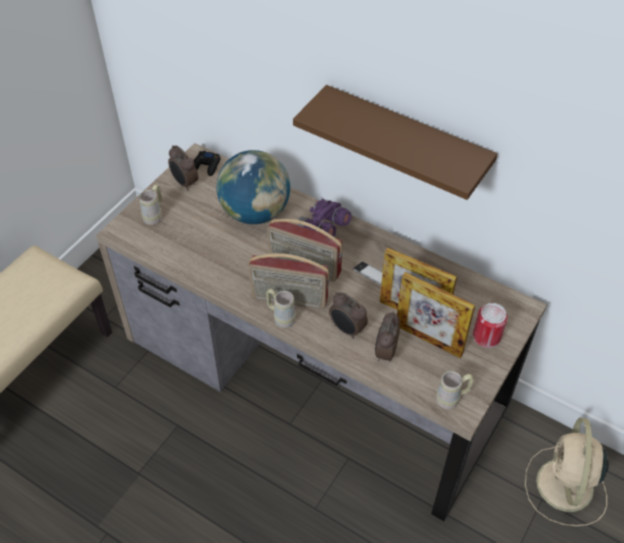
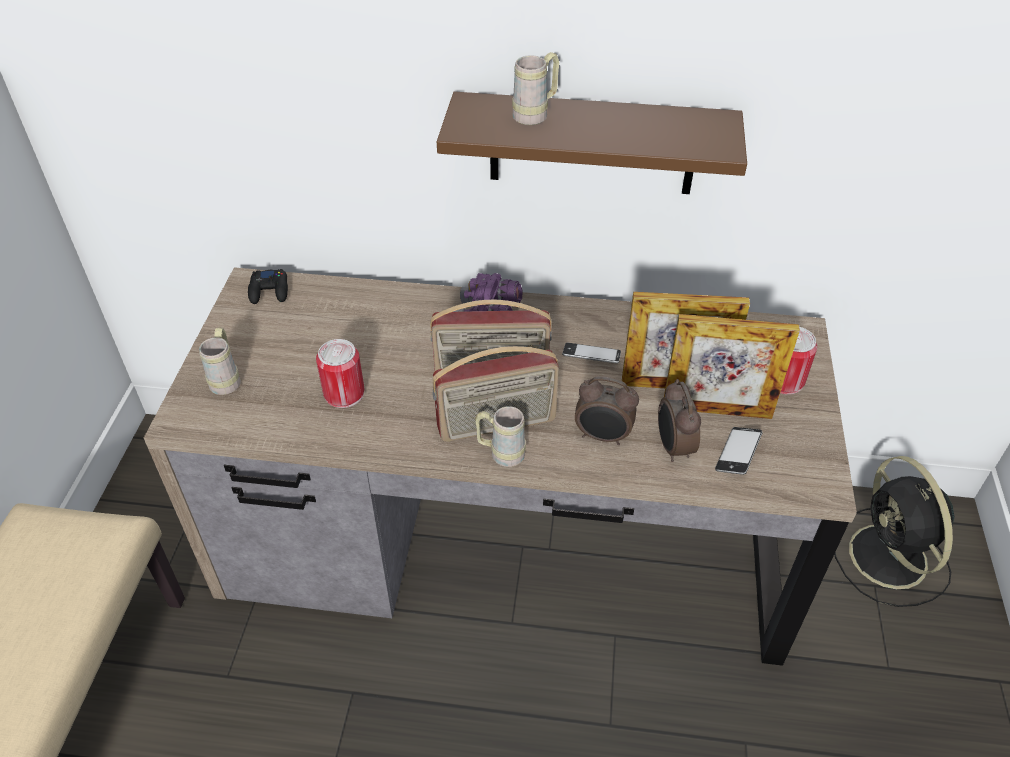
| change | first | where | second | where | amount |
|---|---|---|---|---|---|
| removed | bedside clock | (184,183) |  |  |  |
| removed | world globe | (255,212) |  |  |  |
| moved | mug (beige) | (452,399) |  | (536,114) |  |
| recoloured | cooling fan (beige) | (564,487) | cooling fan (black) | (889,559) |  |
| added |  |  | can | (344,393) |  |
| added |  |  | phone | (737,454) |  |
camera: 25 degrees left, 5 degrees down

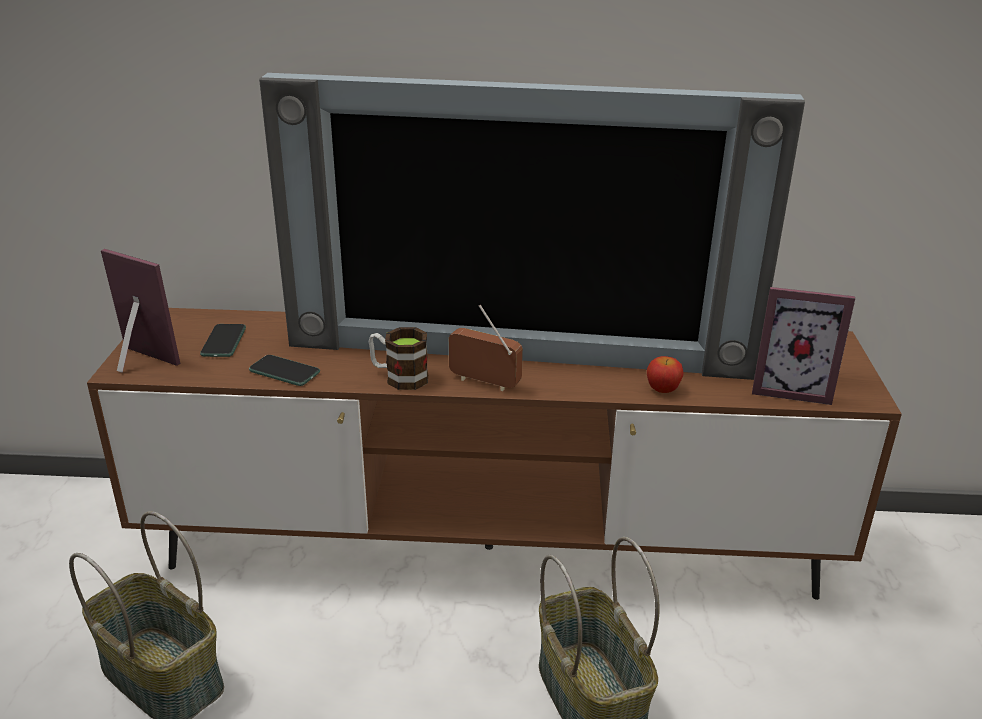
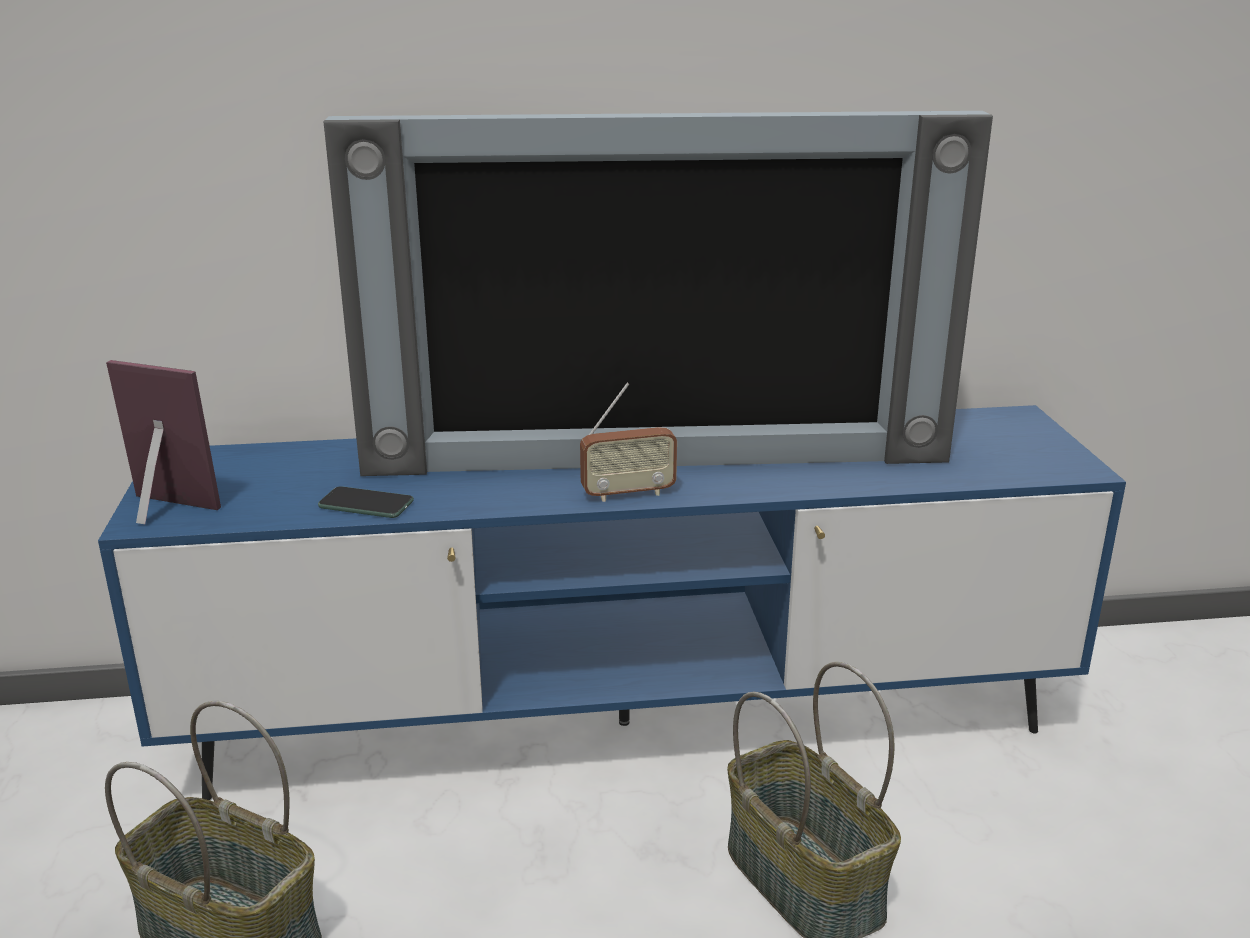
| change | first | where | second | where | amount |
|---|---|---|---|---|---|
| removed | standing frame | (790,388) |  |  |  |
| turned | radio receiver | (484,382) |  | (628,493) | 150 degrees clockwise |
| recoloured | media console (brown-coloured) | (488,547) | media console (blue) | (624,723) |  |
| removed | phone | (223,341) |  |  |  |
| removed | mug | (399,377) |  |  |  |
| removed | apple fruit | (663,389) |  |  |  |
camera: 10 degrees left, 5 degrees down

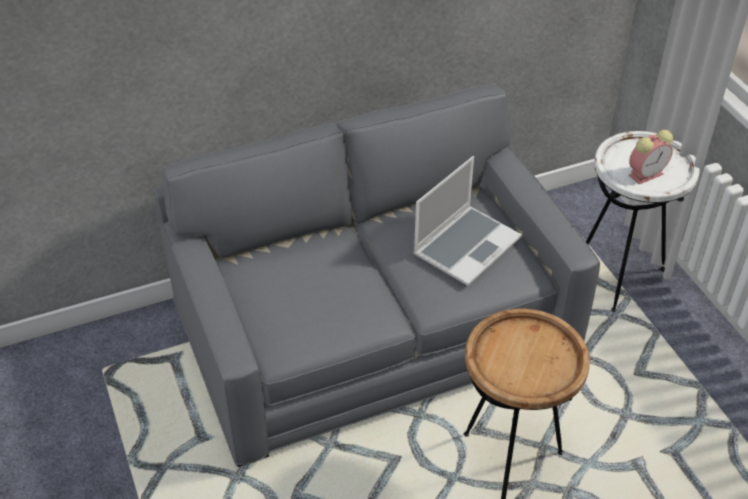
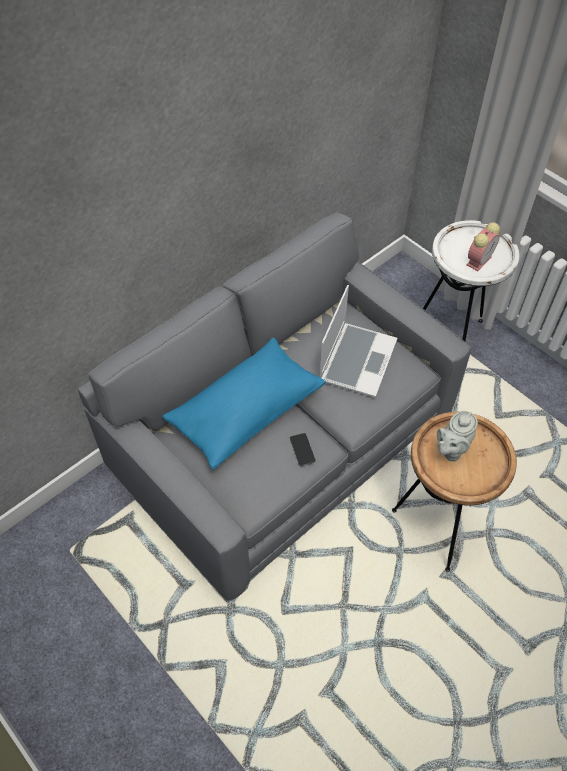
| change | first | where | second | where | amount |
|---|---|---|---|---|---|
| added |  |  | cushion (blue) | (246,412) |  |
| added |  |  | pot for tea (gray) | (451,449) |  |
| added |  |  | phone | (302,449) |  |
camera: 20 degrees left, 10 degrees up

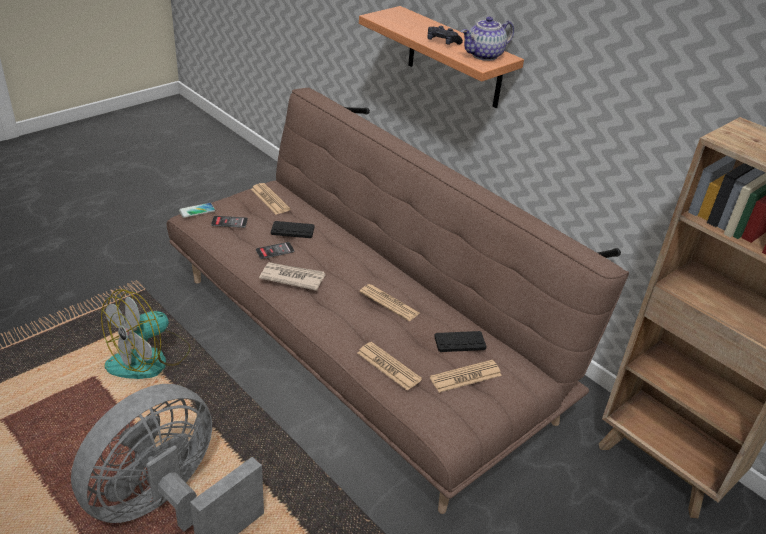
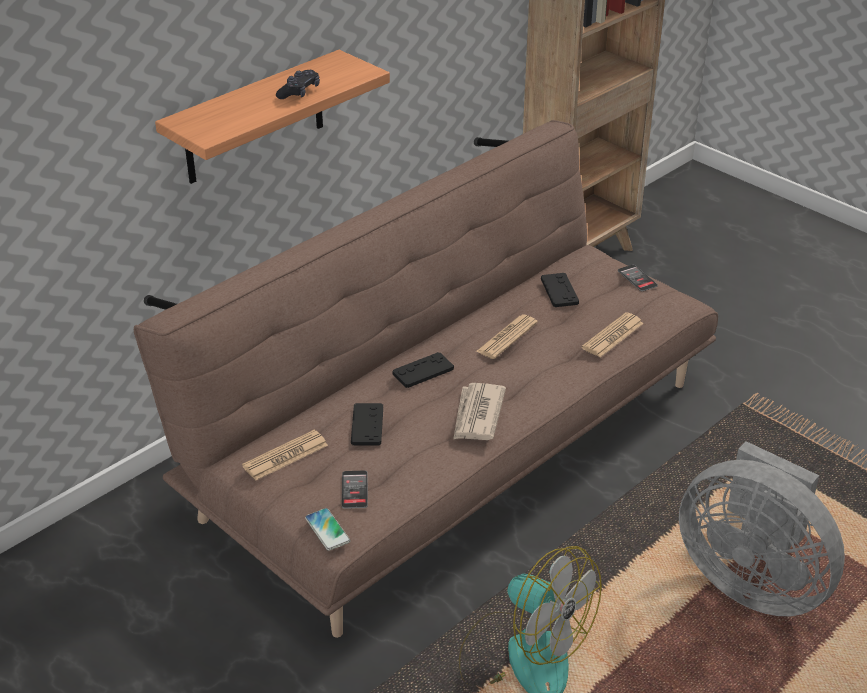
| change | first | where | second | where | amount |
|---|---|---|---|---|---|
| removed | pot for tea | (484,56) |  |  |  |
| moved | phone | (275,251) |  | (637,278) |  |
| removed | daily paper | (465,377) |  |  |  |
| added |  |  | joypad (black) | (423,371) |  |
camera: 90 degrees left, 0 degrees up

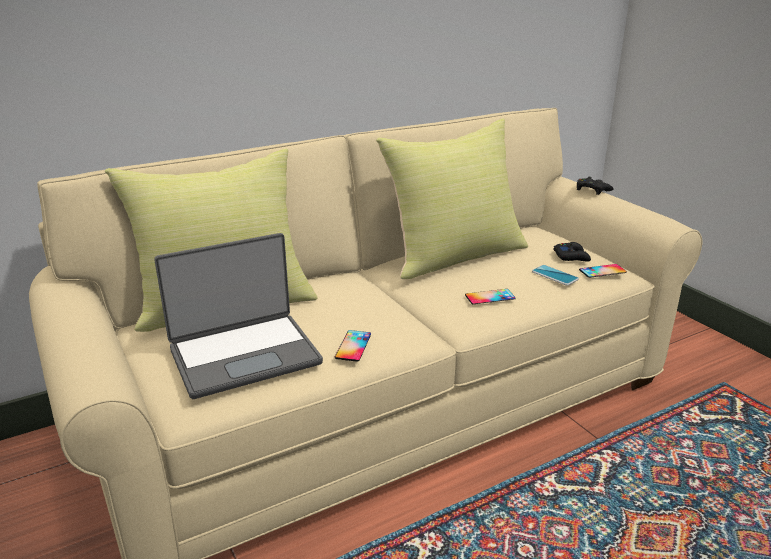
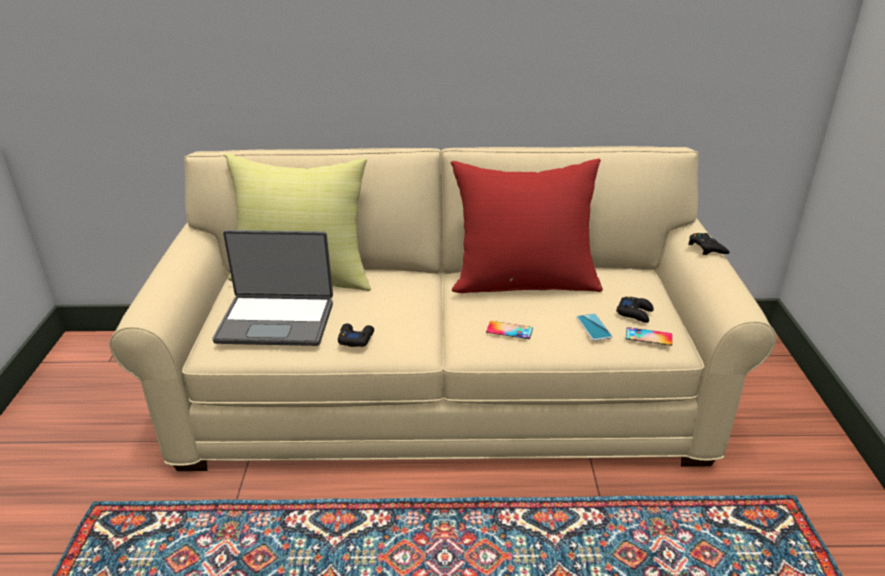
| change | first | where | second | where | amount |
|---|---|---|---|---|---|
| recoloured | cushion (yellowish) | (454,256) | cushion (red-coloured) | (524,282) |  |
| replaced | phone | (353,346) | joypad (black) | (355,338) |  |
camera: 30 degrees right, 5 degrees up

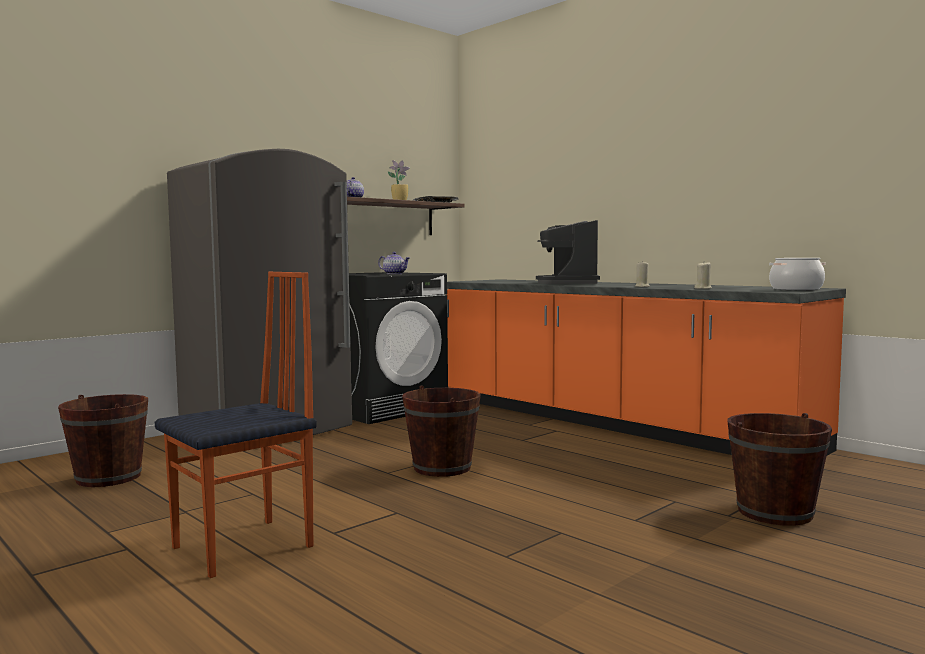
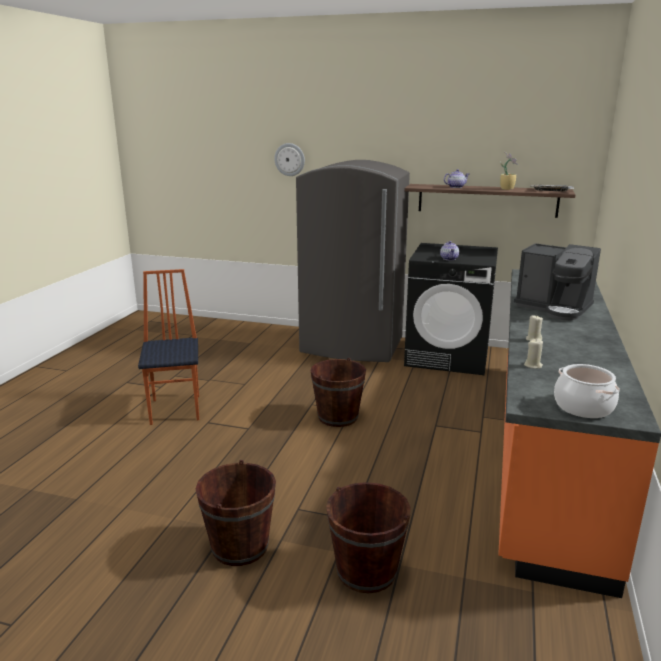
| change | first | where | second | where | amount |
|---|---|---|---|---|---|
| turned | coffee brewer | (571,283) |  | (554,308) | 120 degrees counterclockwise |
| turned | plain chair | (245,547) |  | (176,409) | 120 degrees counterclockwise |
| moved | water bucket (brown-coloured) | (108,477) |  | (240,546) |  |
| added |  |  | wall clock | (289,159) |  |
camera: 60 degrees right, 15 degrees up

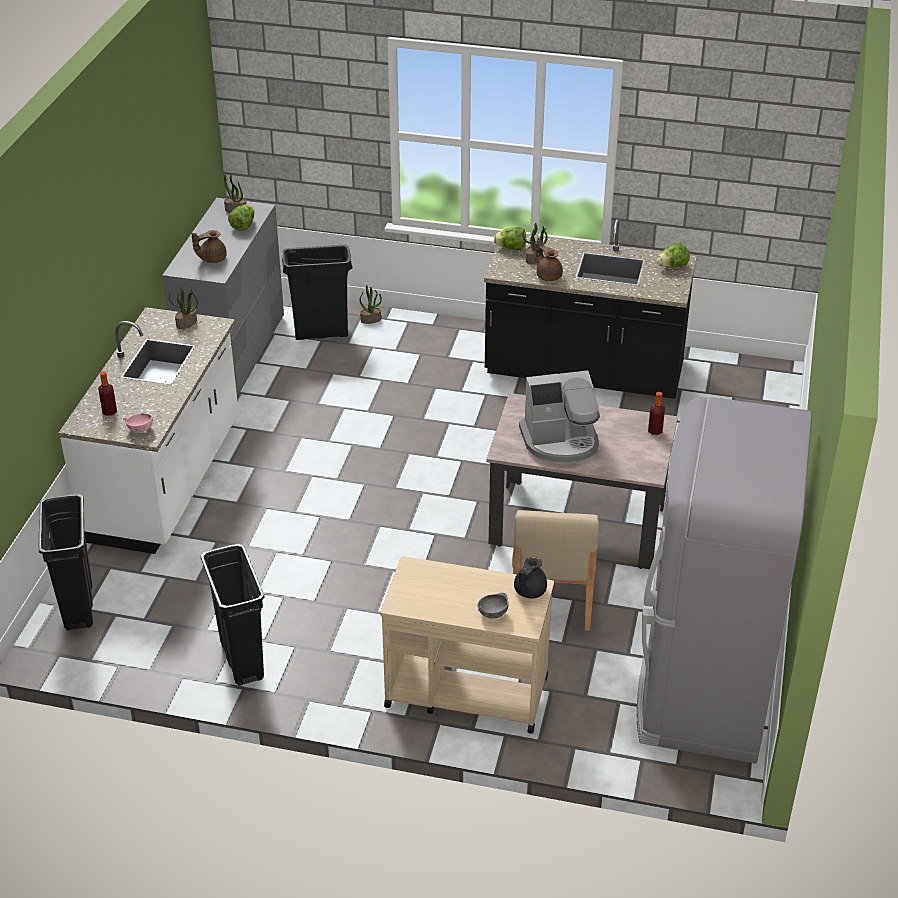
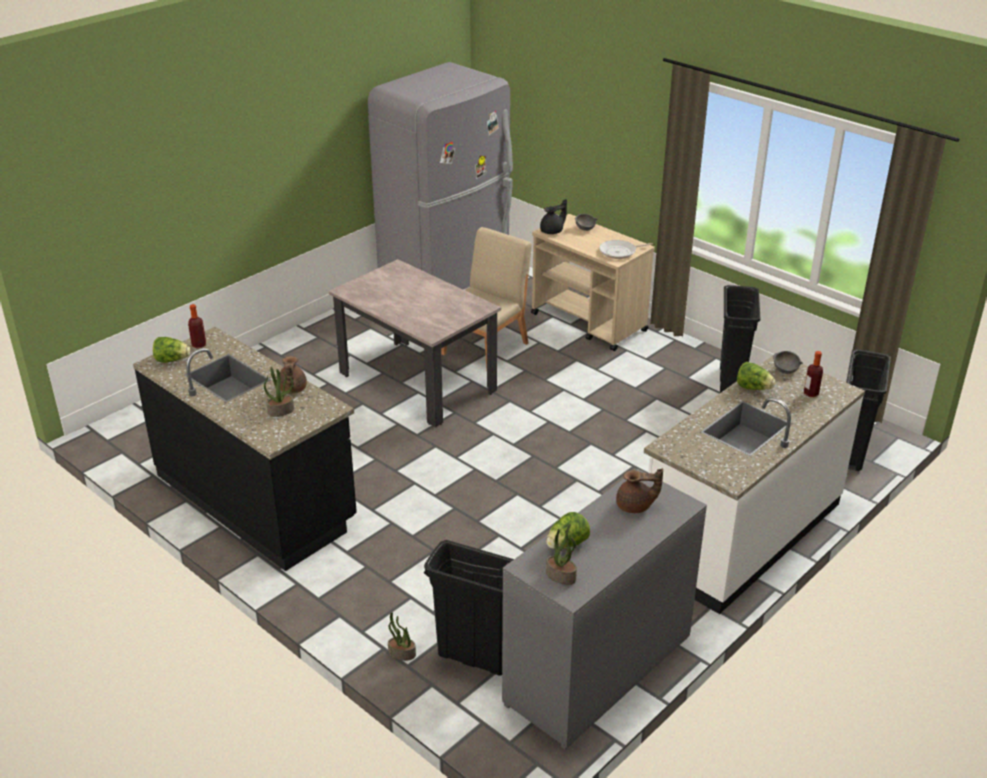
| change | first | where | second | where | amount |
|---|---|---|---|---|---|
| moved | lettuce head | (511,248) |  | (753,388) |  |
| removed | houseplant | (186,323) |  |  |  |
| removed | coffee brewer | (560,441) |  |  |  |
| moved | bottle | (655,431) |  | (199,345) |  |
| recoloured | bowl (pink-coloured) | (140,429) | bowl (gray) | (785,370) |  |
| added |  |  | frying pan | (620,252) |  |
camera: 150 degrees left, 5 degrees down

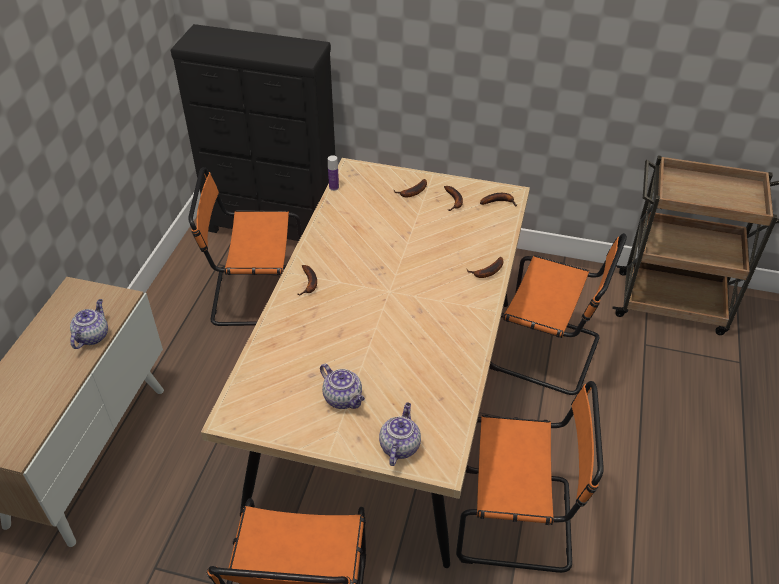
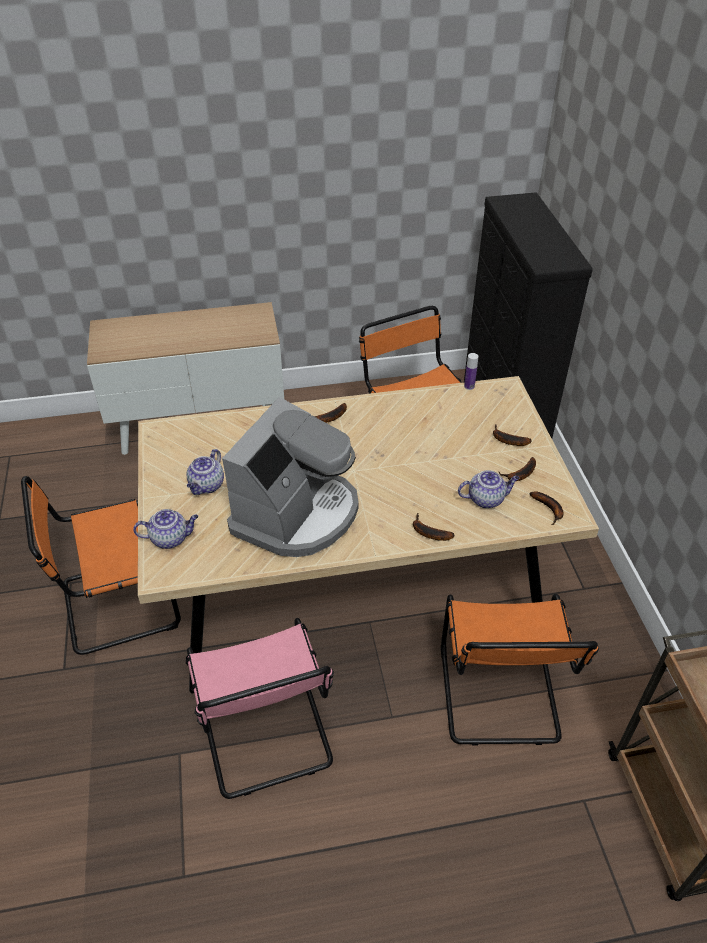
| change | first | where | second | where | amount |
|---|---|---|---|---|---|
| moved | pot for tea | (92,335) |  | (486,499) |  |
| recoloured | plain chair (orangey) | (519,519) | plain chair (pink-coloured) | (266,736) |  |
| added |  |  | coffee brewer | (297,514) |  |
camera: 65 degrees right, 0 degrees up

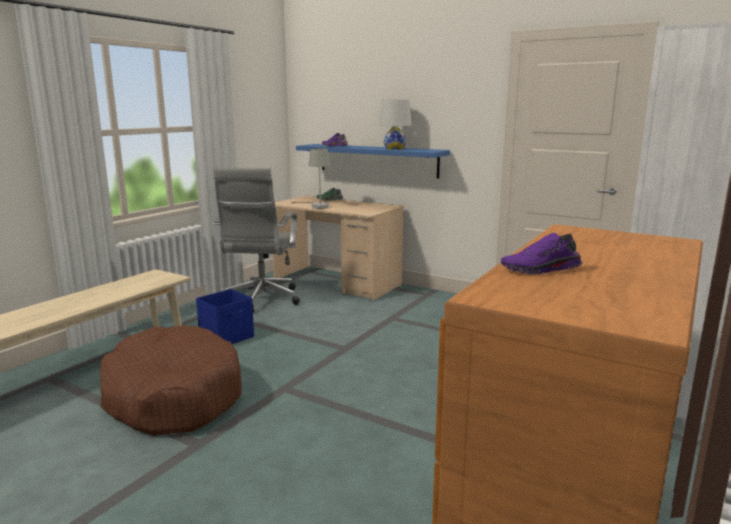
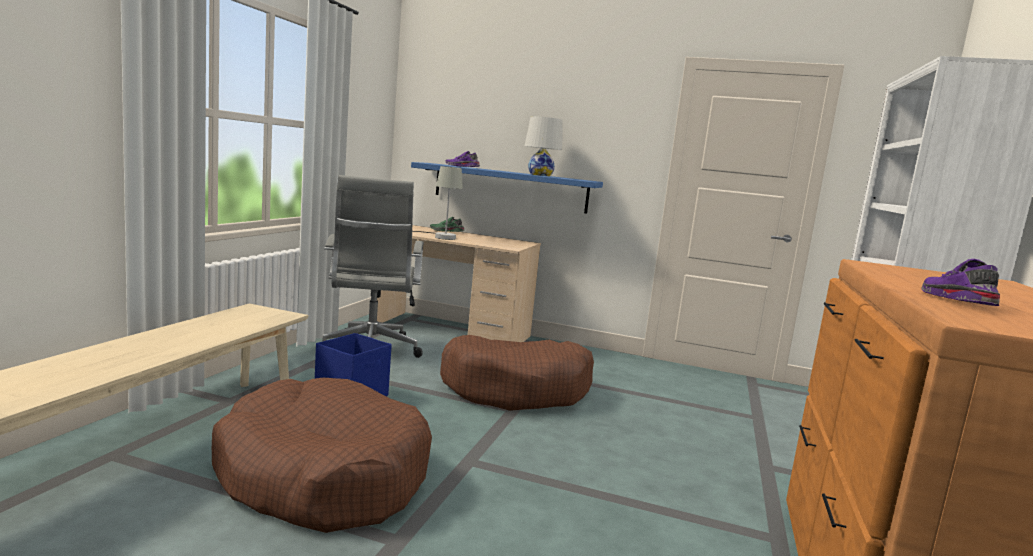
| change | first | where | second | where | amount |
|---|---|---|---|---|---|
| turned | low shoe (purple-coloured) | (541,270) |  | (954,299) | 120 degrees clockwise |
| added |  |  | pet bed (brown-coloured) | (517,390) |  |
camera: 15 degrees left, 5 degrees down

